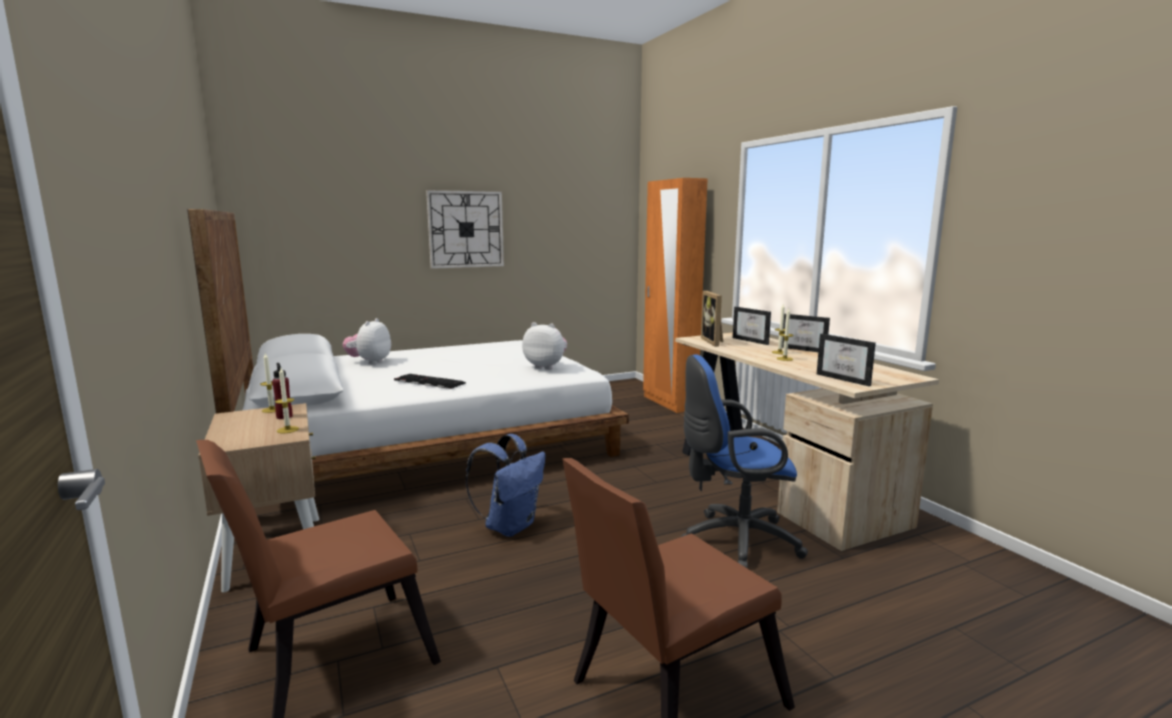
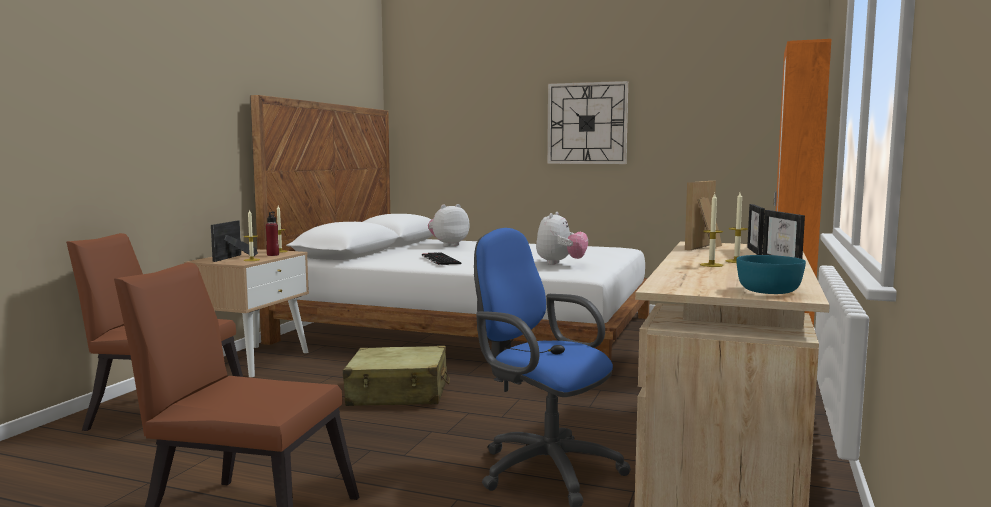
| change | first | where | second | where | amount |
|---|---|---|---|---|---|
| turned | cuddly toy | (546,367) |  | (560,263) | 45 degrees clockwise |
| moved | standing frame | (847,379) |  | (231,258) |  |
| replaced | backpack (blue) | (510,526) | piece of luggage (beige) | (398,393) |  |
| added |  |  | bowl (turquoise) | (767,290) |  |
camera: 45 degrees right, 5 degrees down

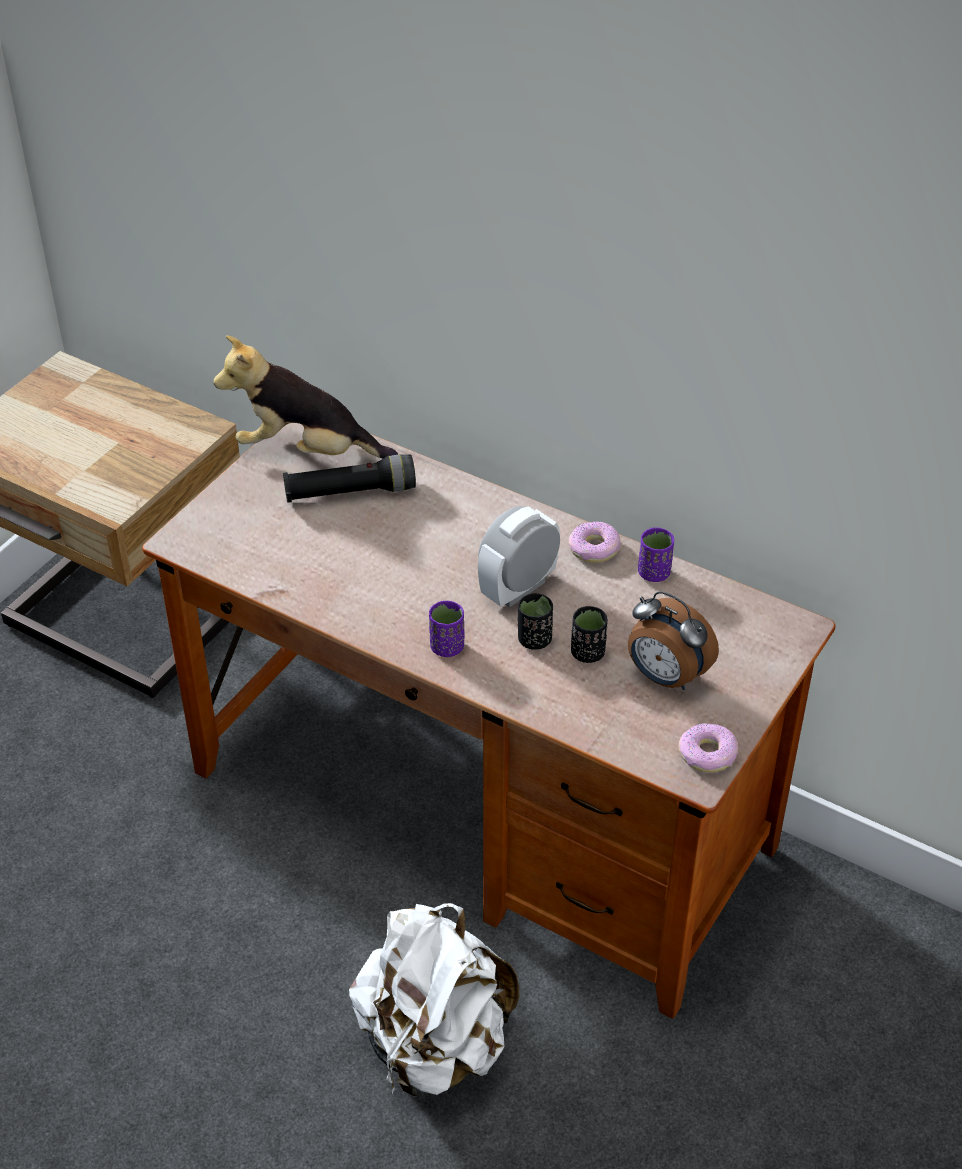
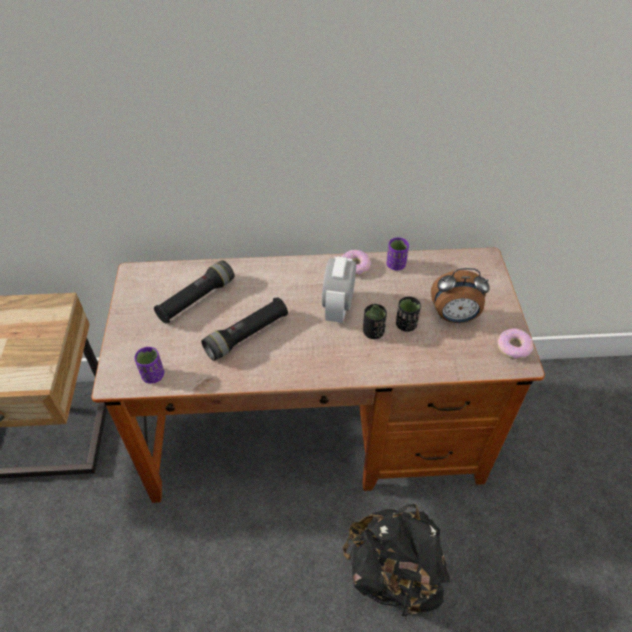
| change | first | where | second | where | amount |
|---|---|---|---|---|---|
| removed | cuddly toy | (306,451) |  |  |  |
| moved | drinking cup (purple-coloured) | (447,647) |  | (153,375) |  |
| recoloured | backpack (white-coloured) | (434,1044) | backpack (black) | (393,573) |  |
| added |  |  | flashlight (black) | (247,335) |  |
camera: 35 degrees left, 5 degrees up

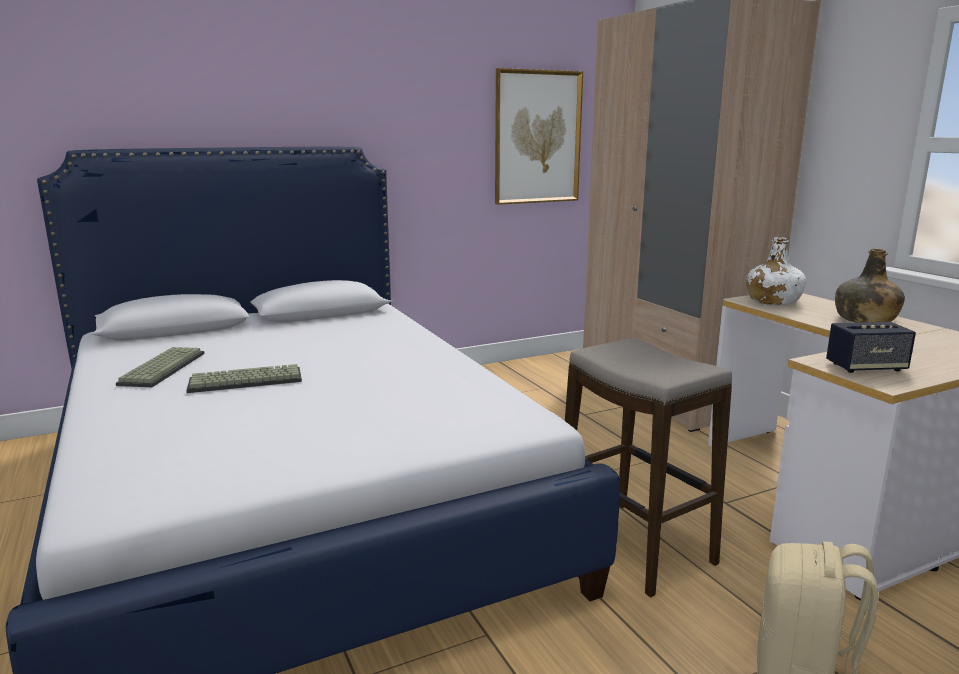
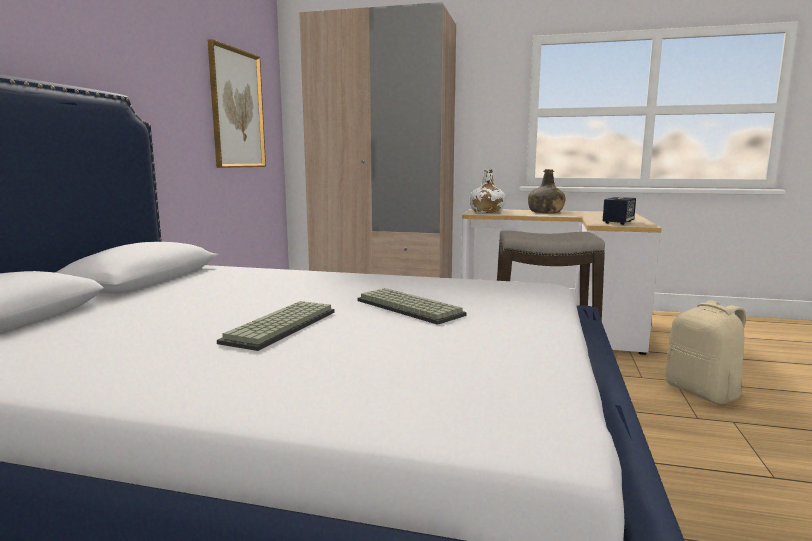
| change | first | where | second | where | amount |
|---|---|---|---|---|---|
| moved | keyboard | (162,368) |  | (406,308) |  |
camera: 50 degrees left, 5 degrees down

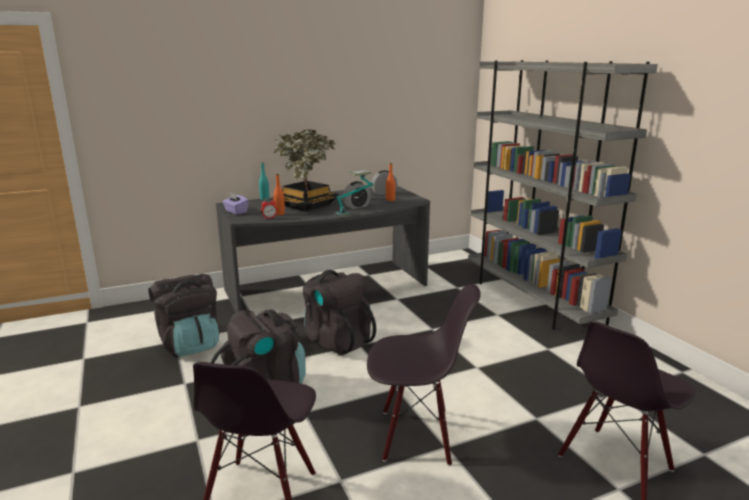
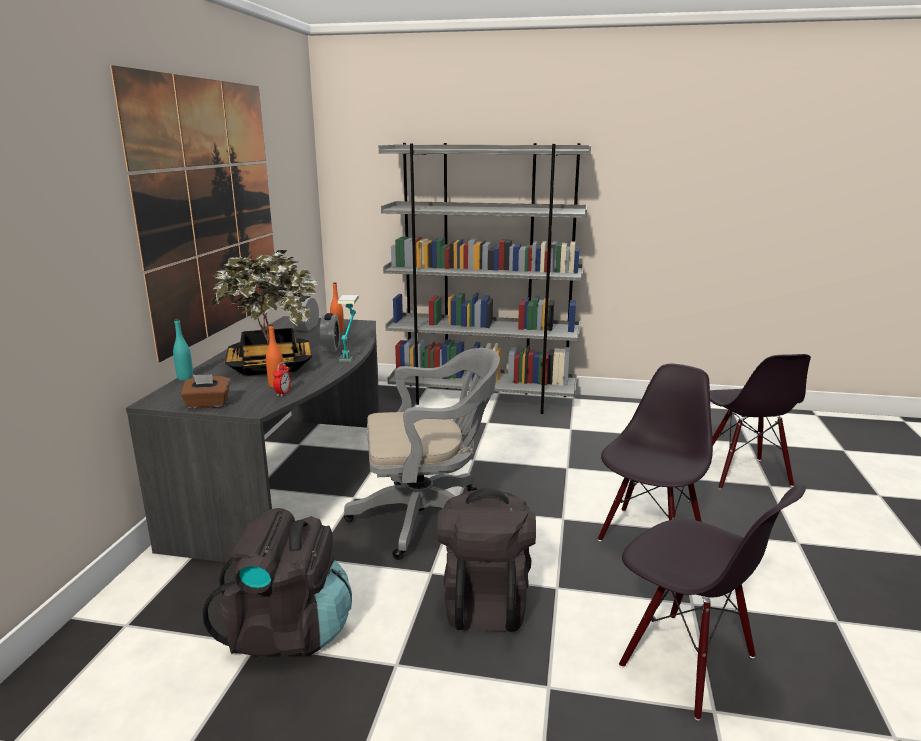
| change | first | where | second | where | amount |
|---|---|---|---|---|---|
| recoloured | tissue holder (purple-coloured) | (236,211) | tissue holder (brown-coloured) | (207,404) |  |
| replaced | backpack (black) | (336,340) | desk chair (gray) | (428,517) |  |
| added |  |  | wall picture | (212,209) |  |
camera: 55 degrees left, 0 degrees up

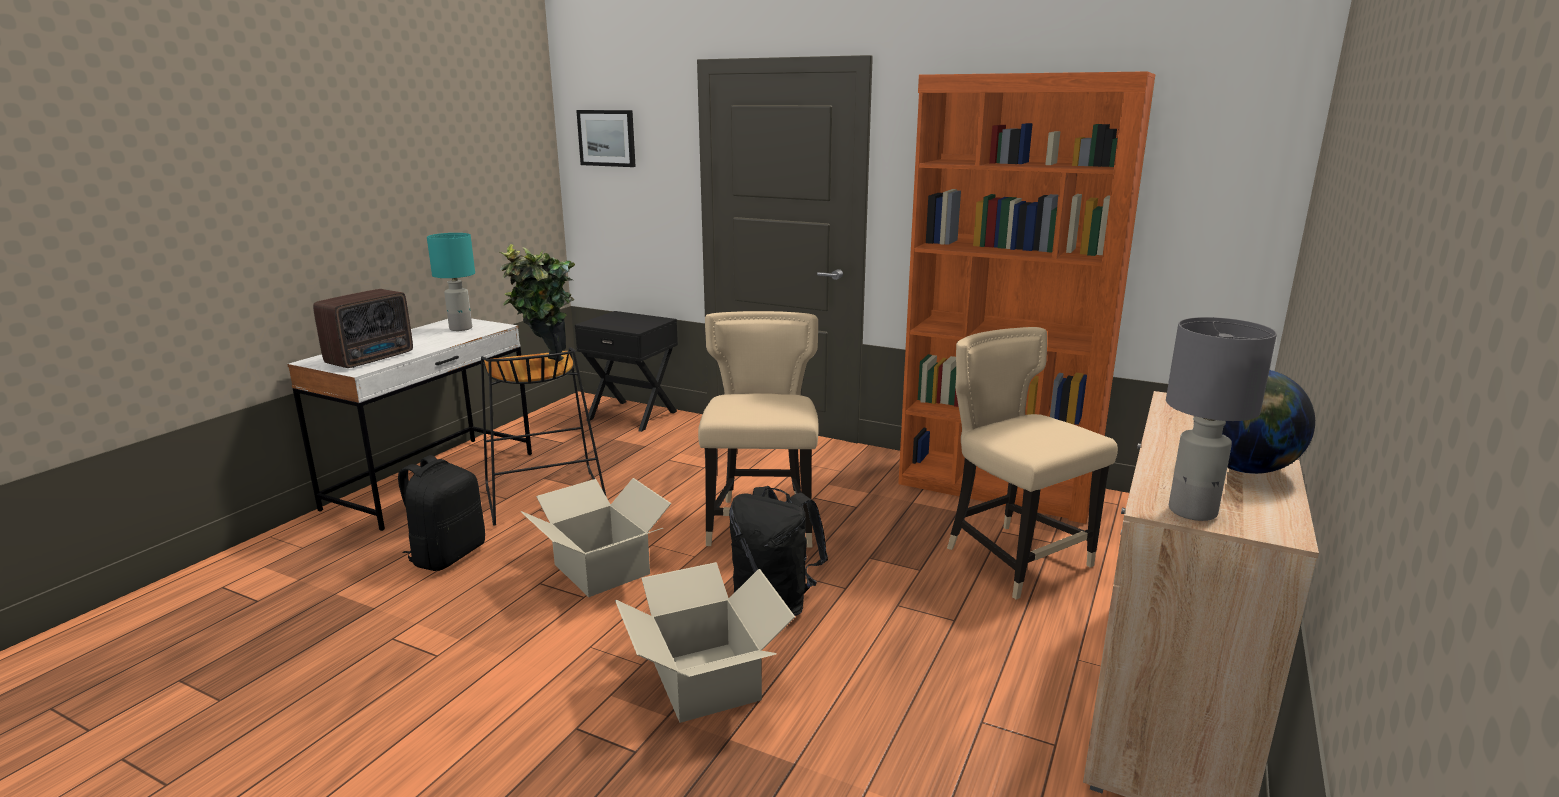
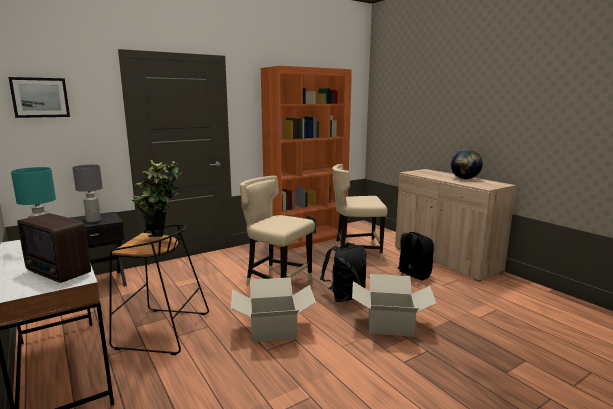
| change | first | where | second | where | amount |
|---|---|---|---|---|---|
| turned | radio receiver | (373,358) |  | (58,273) | 150 degrees clockwise |
| moved | tabletop lamp (gray) | (1193,511) |  | (93,220) |  |
| moved | backpack (black) | (447,555) |  | (413,275) |  |
camera: 60 degrees left, 5 degrees down

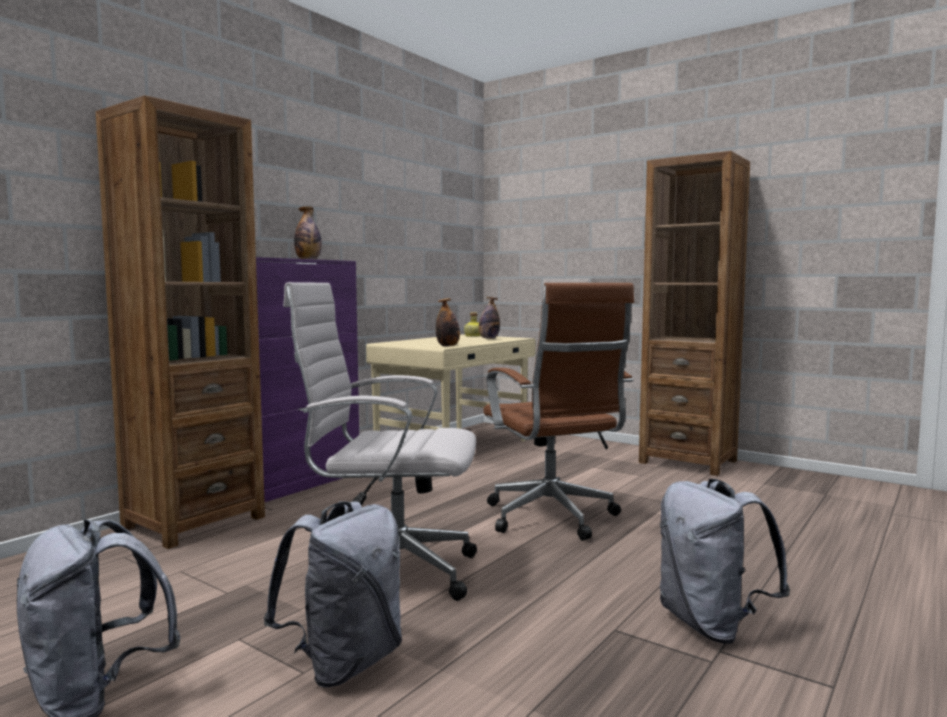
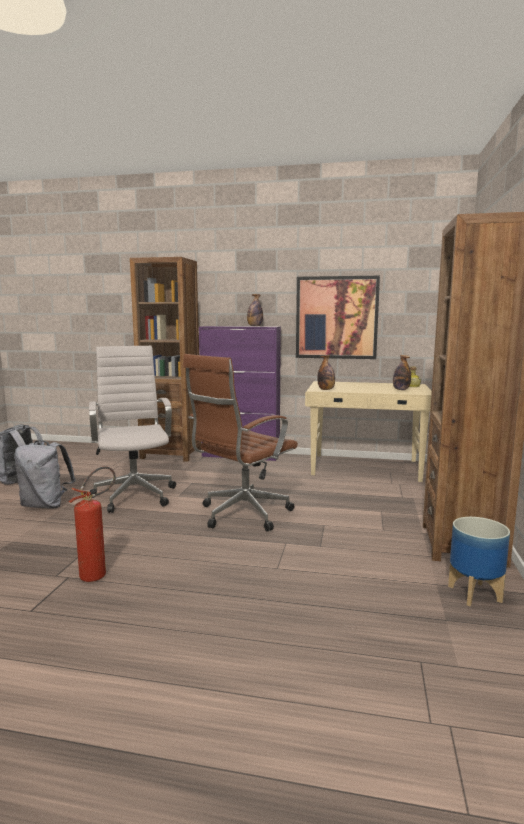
| change | first | where | second | where | amount |
|---|---|---|---|---|---|
| replaced | backpack (gray) | (711,625) | fire extinguisher | (99,573) |  |
| added |  |  | wall picture | (336,317) |  |
| added |  |  | plant pot | (475,594) |  |
camera: 65 degrees right, 5 degrees up

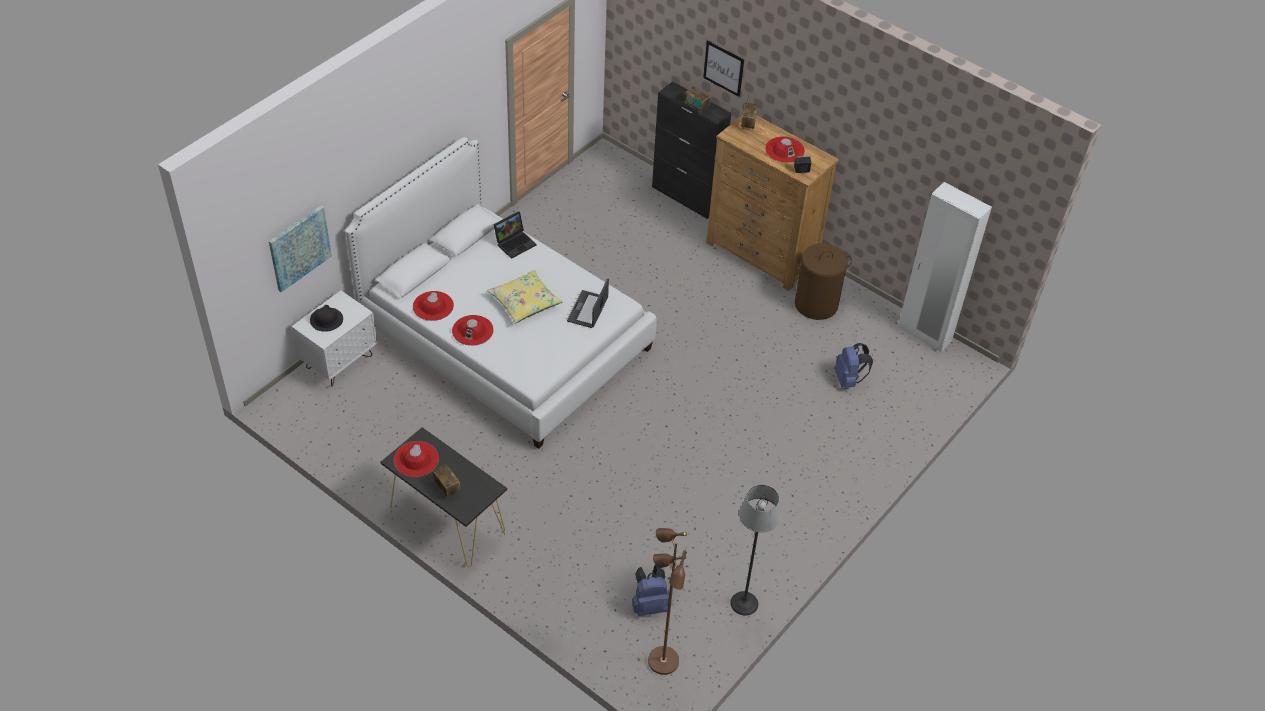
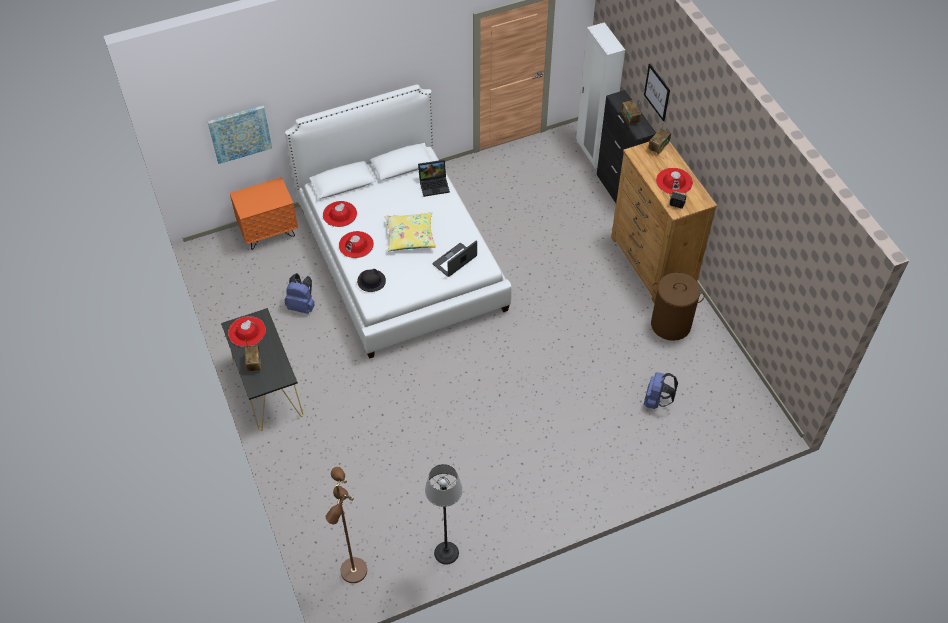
| change | first | where | second | where | amount |
|---|---|---|---|---|---|
| moved | clothes cupboard (white-coloured) | (924,334) |  | (592,153) |  |
| recoloured | bedside table (white-coloured) | (339,362) | bedside table (orangey) | (269,232) |  |
| moved | clothing hat (black) | (326,320) |  | (371,281) |  |
| moved | backpack (blue) | (649,605) |  | (302,306) |  |
camera: 30 degrees right, 5 degrees up

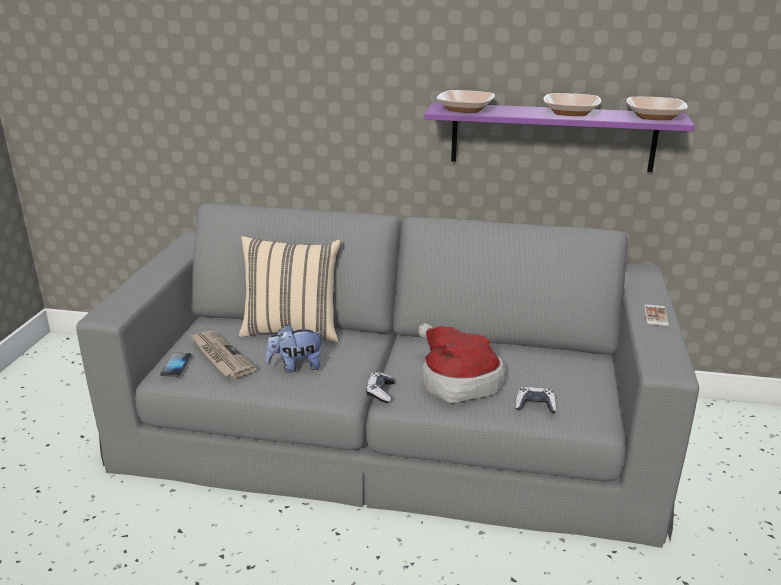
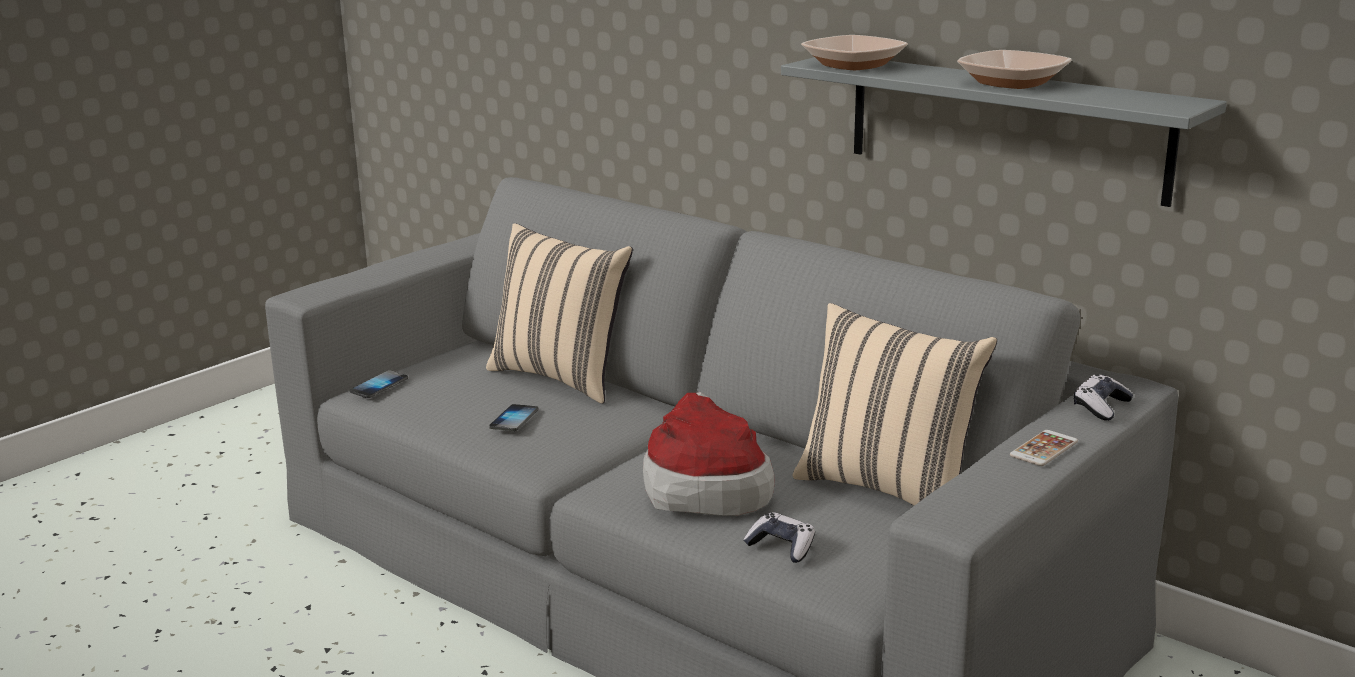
| change | first | where | second | where | amount |
|---|---|---|---|---|---|
| removed | bowl | (654,116) |  |  |  |
| recoloured | wall shelf (purple-coloured) | (552,137) | wall shelf (gray) | (1004,126) |  |
| replaced | cuddly toy | (296,366) | phone | (514,419) |  |
| removed | daily paper | (220,356) |  |  |  |
| moved | joypad | (380,392) |  | (1101,407) |  |
| added |  |  | cushion (beige) | (888,488) |  |
camera: 30 degrees right, 5 degrees down

